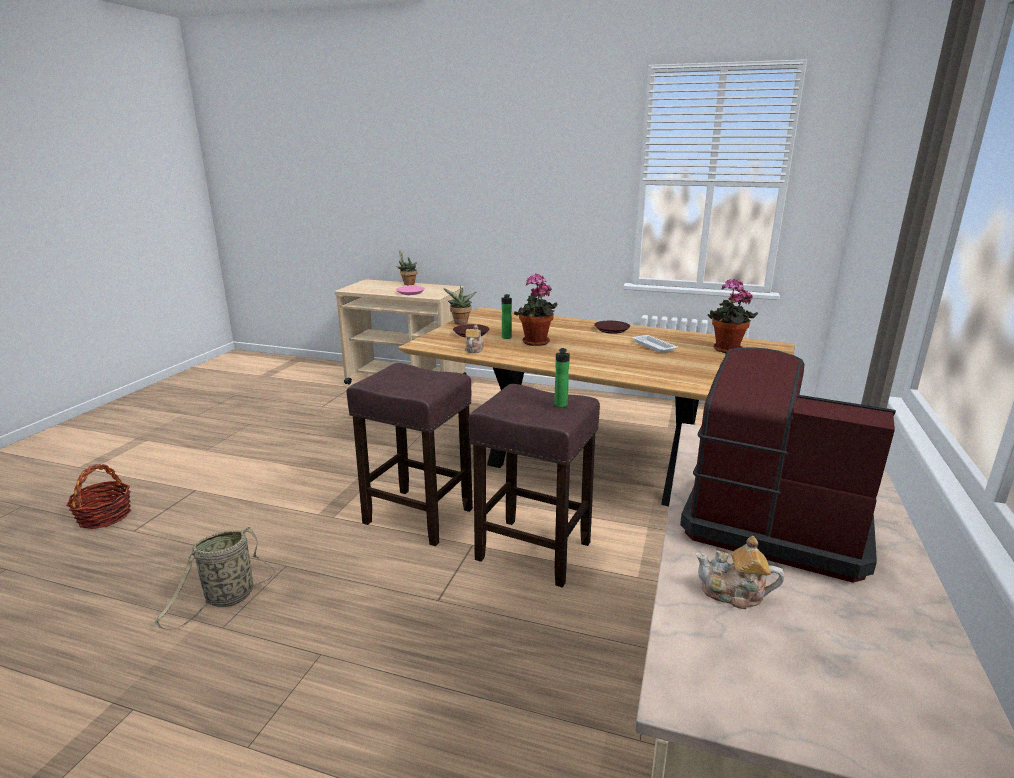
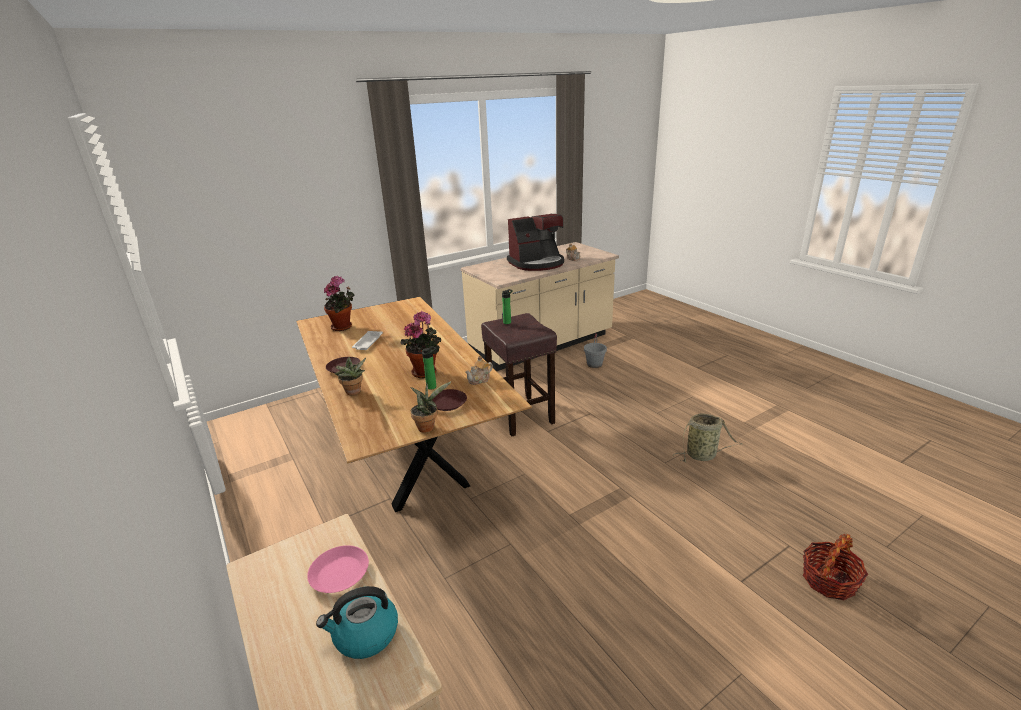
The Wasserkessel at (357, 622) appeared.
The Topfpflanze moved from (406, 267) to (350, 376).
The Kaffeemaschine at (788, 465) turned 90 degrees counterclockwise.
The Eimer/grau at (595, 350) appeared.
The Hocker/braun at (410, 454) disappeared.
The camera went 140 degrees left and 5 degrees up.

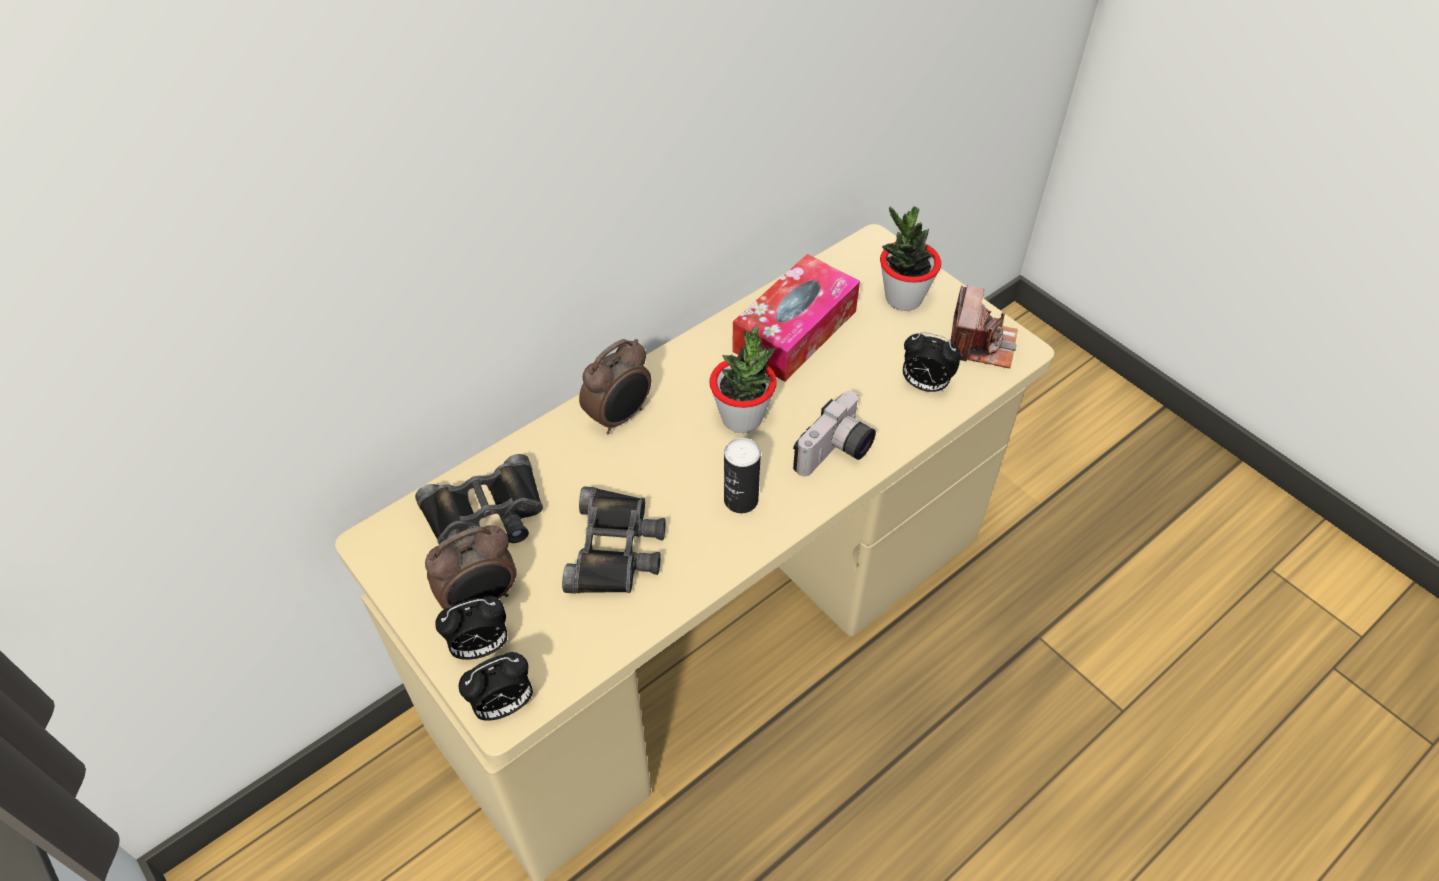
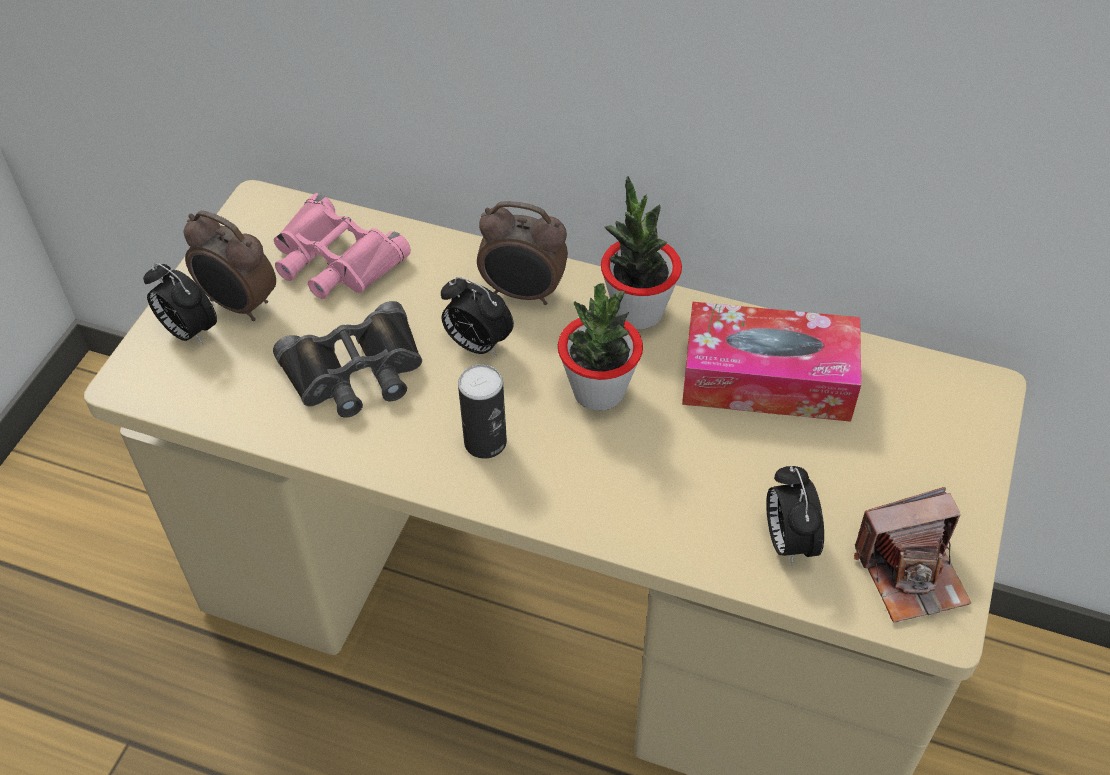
The Fernglas/schwarz at (479, 500) became the Fernglas/rosa at (342, 246).
The Wecker moved from (496, 686) to (477, 316).
The Topfpflanze moved from (910, 258) to (641, 252).
The Kamera at (834, 433) disappeared.
The camera went 60 degrees right and 0 degrees up.

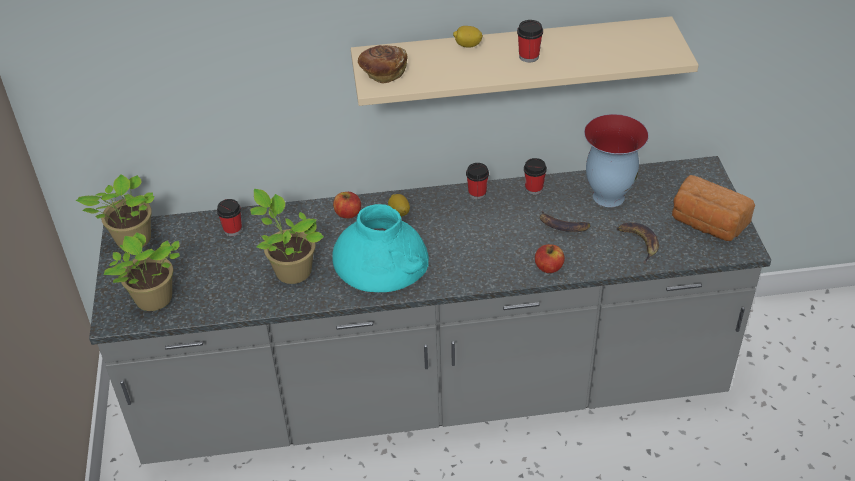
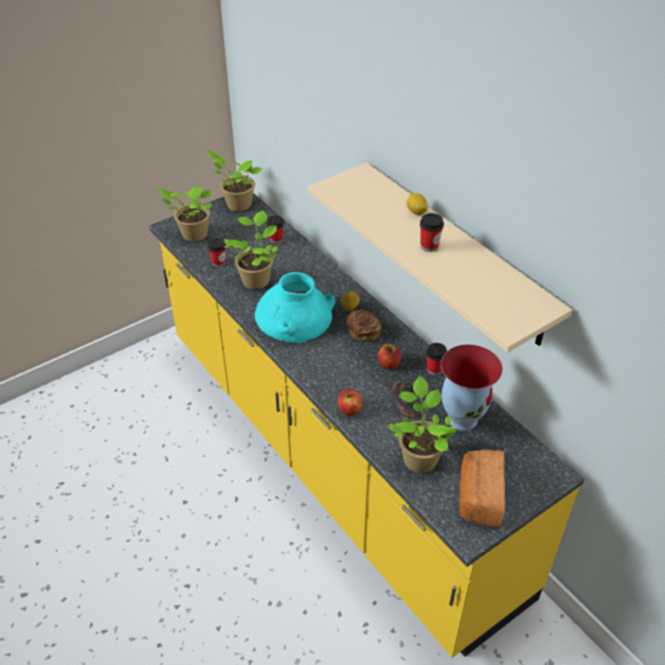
The Küchenzeile/grau at (430, 310) became the Küchenzeile/gelb at (366, 425).
The Tasse moved from (477, 181) to (217, 252).
The Brot moved from (383, 64) to (363, 326).
The Apfel moved from (347, 205) to (389, 356).
The Banane at (637, 243) was replaced by the Topfpflanze at (422, 424).
The camera went 60 degrees right and 0 degrees up.

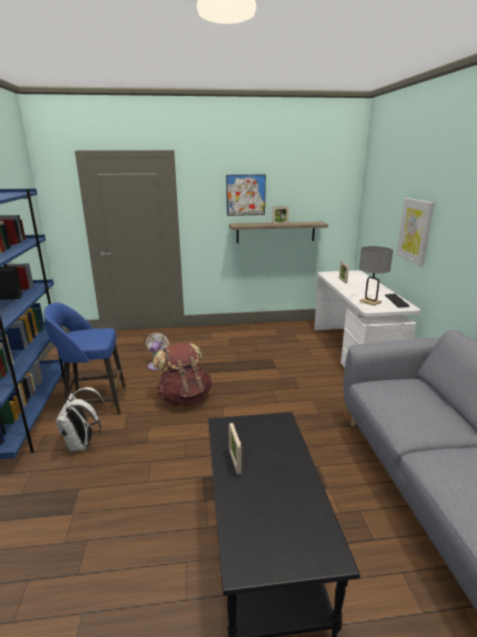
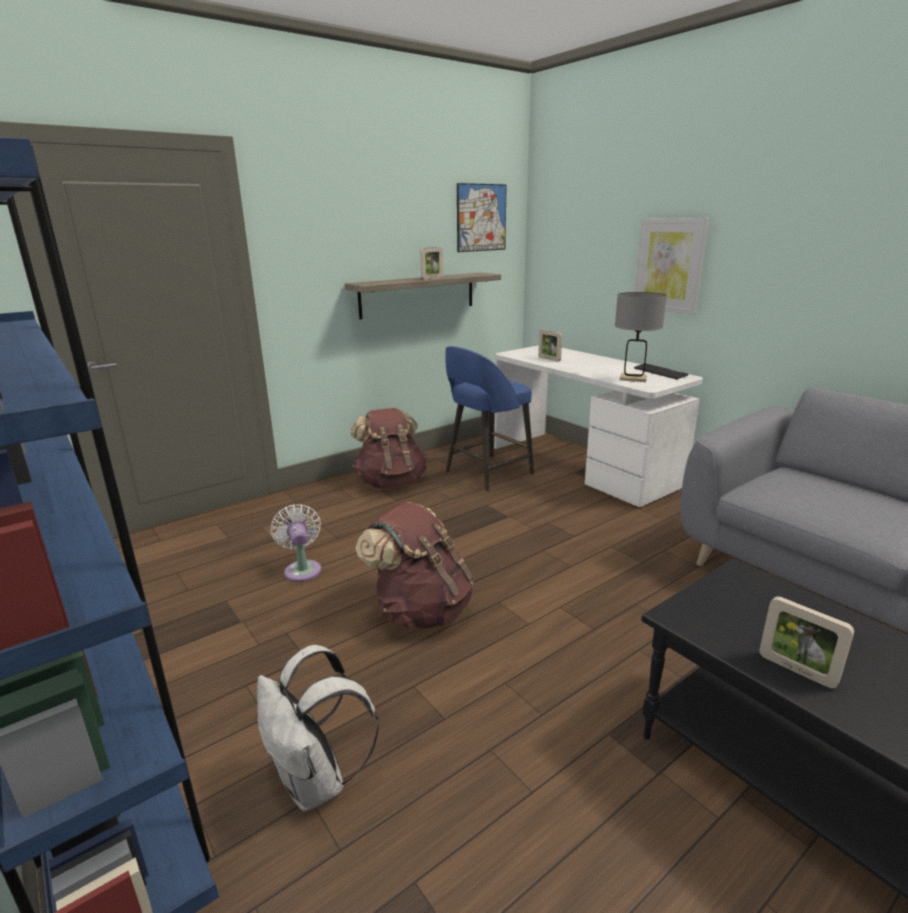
The Rucksack/braun at (389, 448) appeared.
The Hocker/blau moved from (85, 358) to (489, 418).
The Bild moved from (246, 195) to (482, 217).
The camera went 30 degrees left and 0 degrees up.

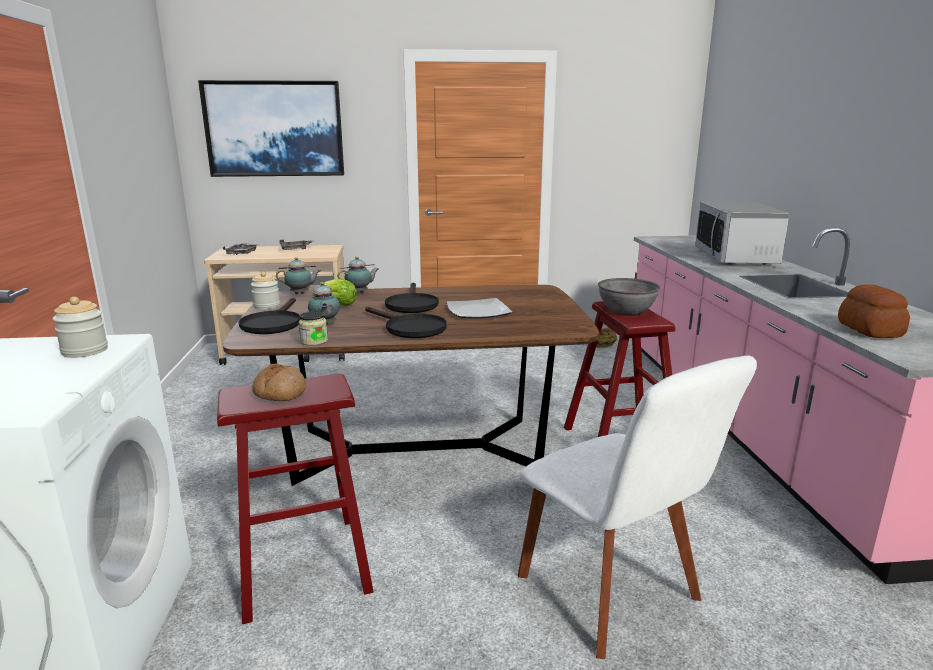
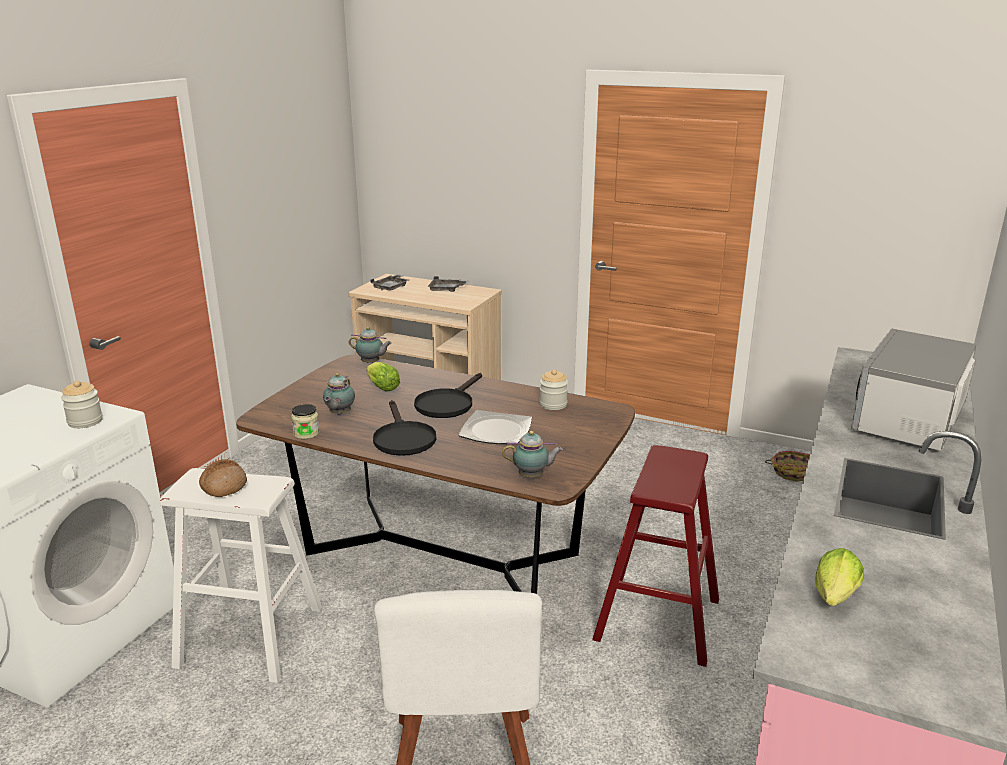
The Hocker/rot at (295, 499) became the Hocker/weiß at (241, 575).
The Teekanne moved from (358, 274) to (532, 454).
The Vorratsglas moved from (265, 290) to (553, 389).
The Brot at (874, 311) was replaced by the Salatkopf at (839, 577).
The Bild at (271, 128) disappeared.
The Pfanne/schwarz at (269, 316) disappeared.
The Schüssel/grau at (629, 297) disappeared.
The camera went 30 degrees right and 5 degrees up.

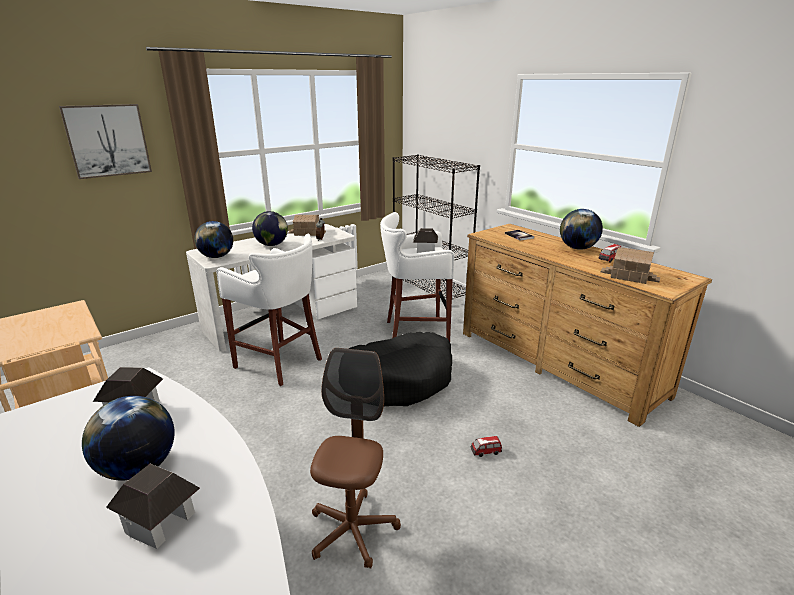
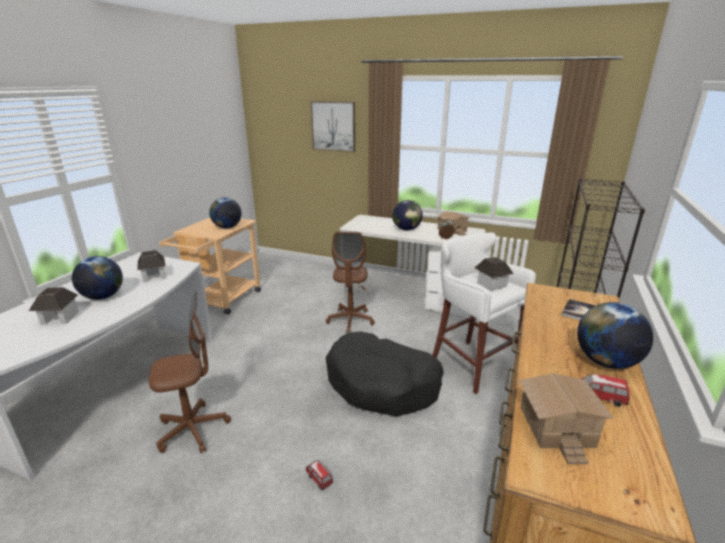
The Globus moved from (213, 239) to (225, 213).
The Hocker/weiß at (269, 310) was replaced by the Bürostuhl/braun at (350, 282).
The camera went 60 degrees right and 0 degrees up.

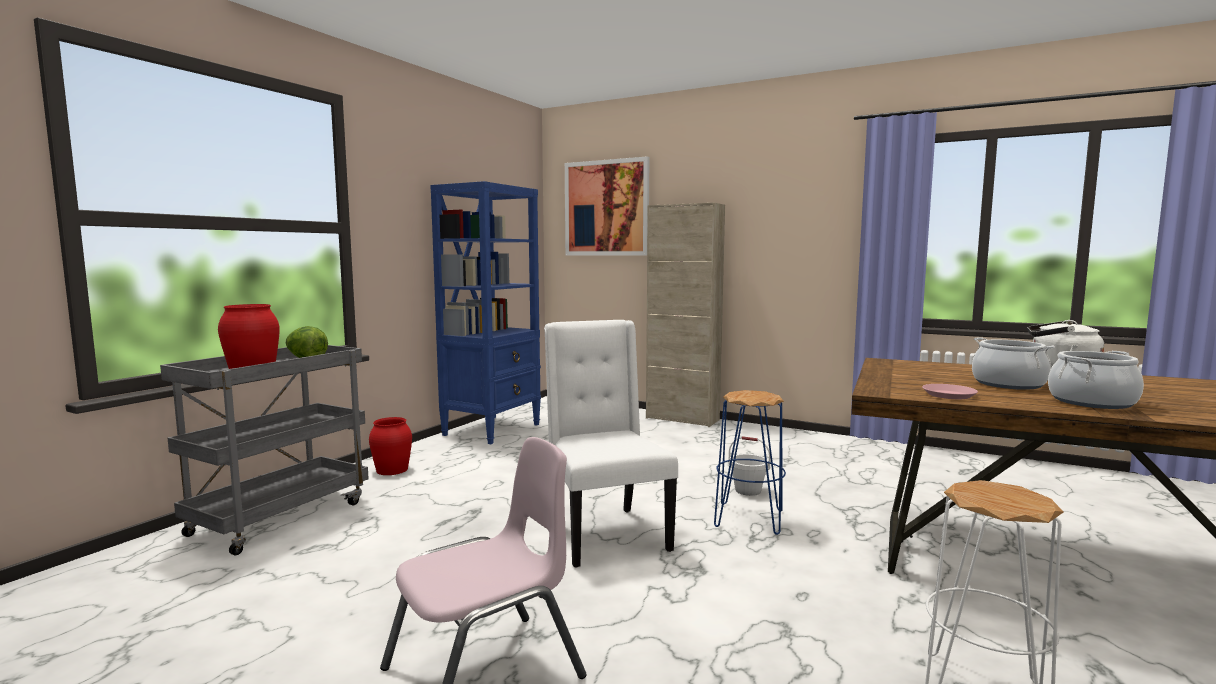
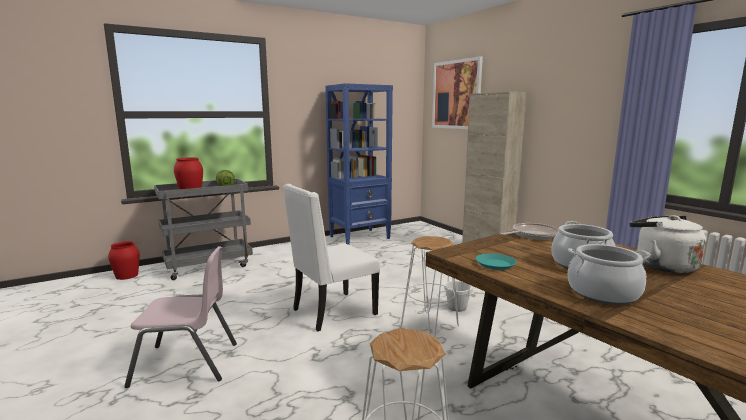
The Vase/rot moved from (390, 446) to (124, 260).
The Stuhl/weiß at (611, 444) turned 135 degrees counterclockwise.
The Hocker/blau at (750, 462) became the Hocker/weiß at (430, 286).
The Teller/rosa at (950, 391) became the Teller/türkis at (496, 261).
The Pfanne at (530, 231) appeared.
The camera went 30 degrees right and 5 degrees up.

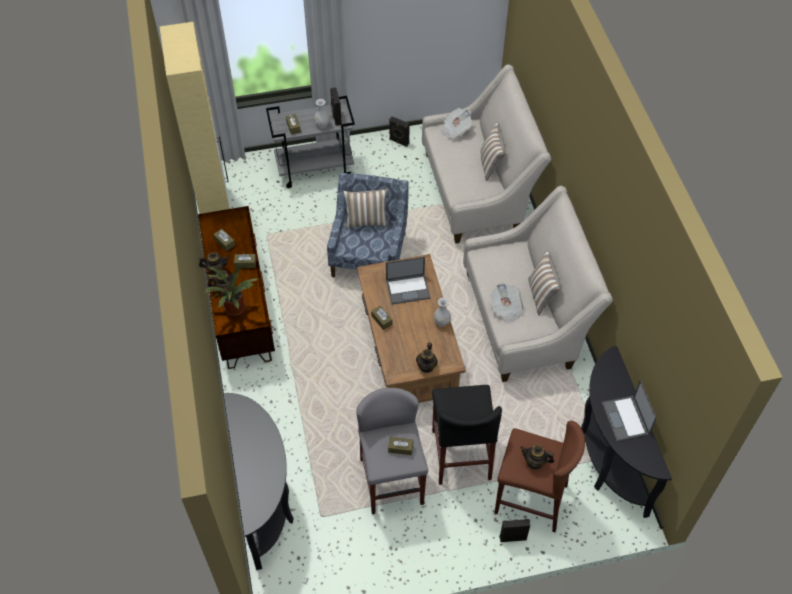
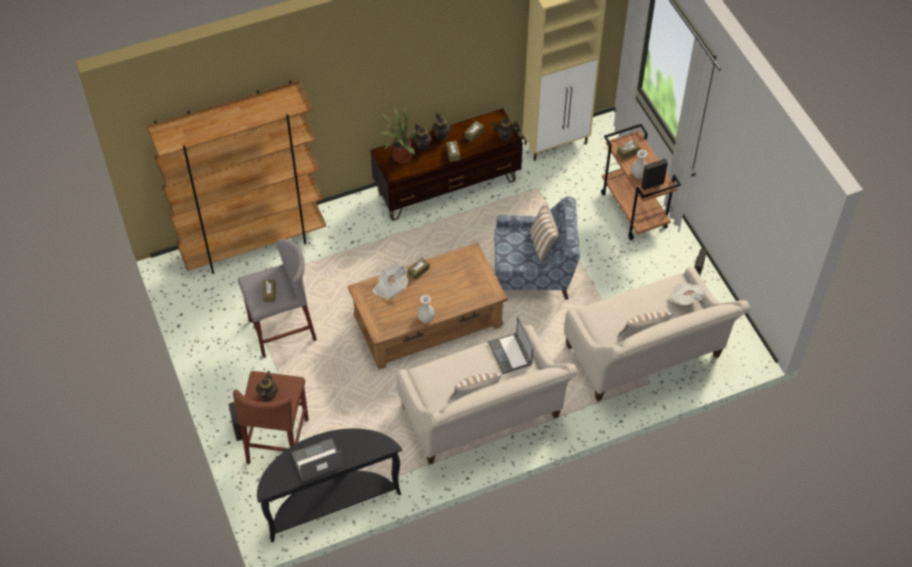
The Konsolentisch/schwarz at (259, 481) was replaced by the Bücherregal/braun at (236, 177).
The Zeitung moved from (507, 304) to (391, 282).
The Laptop moved from (408, 281) to (510, 345).
The Teekanne moved from (427, 357) to (506, 129).
The Rollwagen/grau at (310, 142) became the Rollwagen/braun at (641, 182).
The Hocker/schwarz at (467, 435) disappeared.
The camera went 80 degrees right and 0 degrees up.

